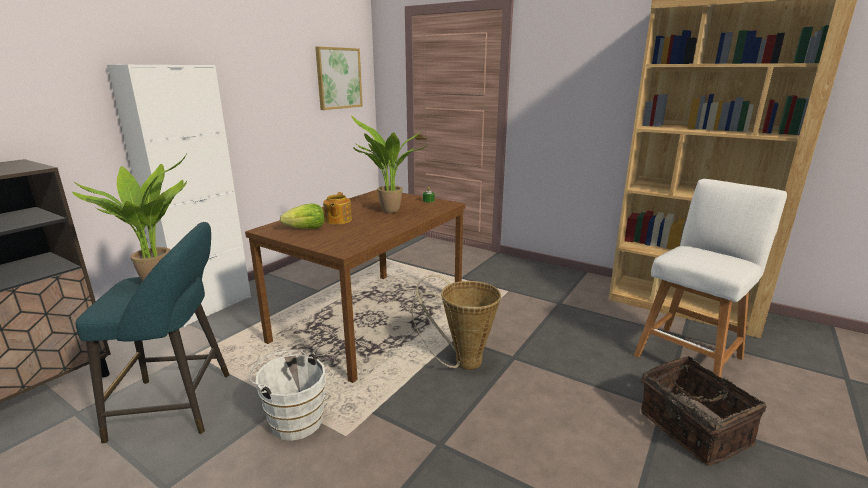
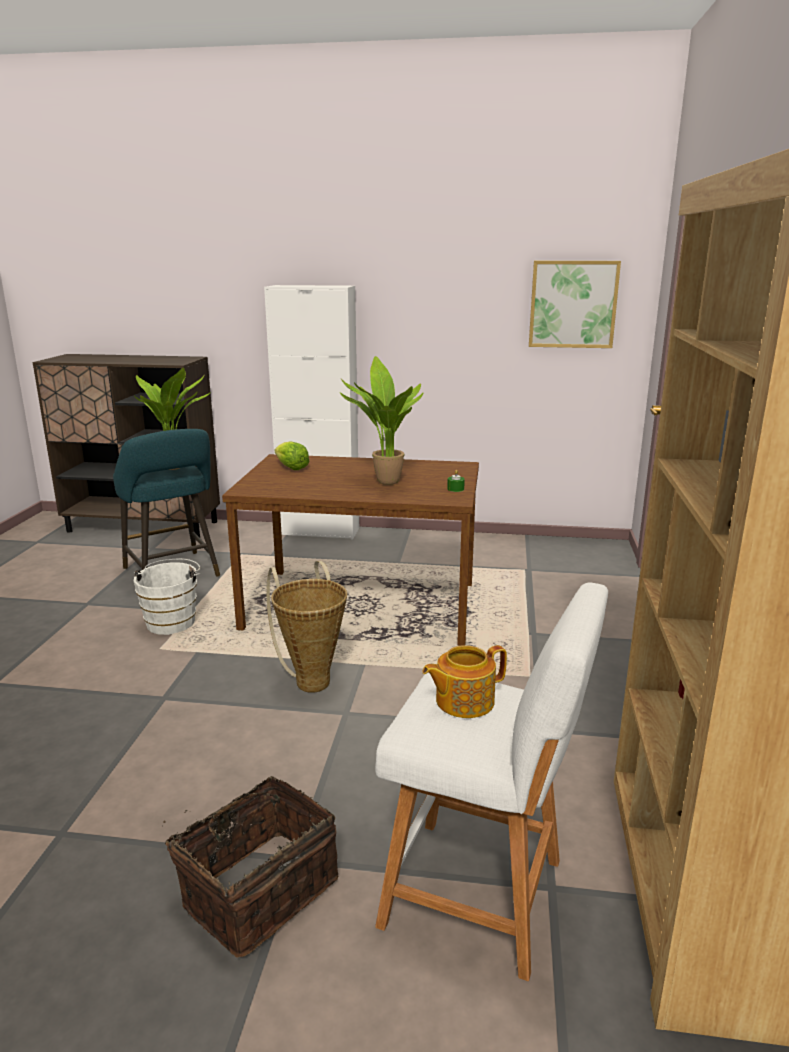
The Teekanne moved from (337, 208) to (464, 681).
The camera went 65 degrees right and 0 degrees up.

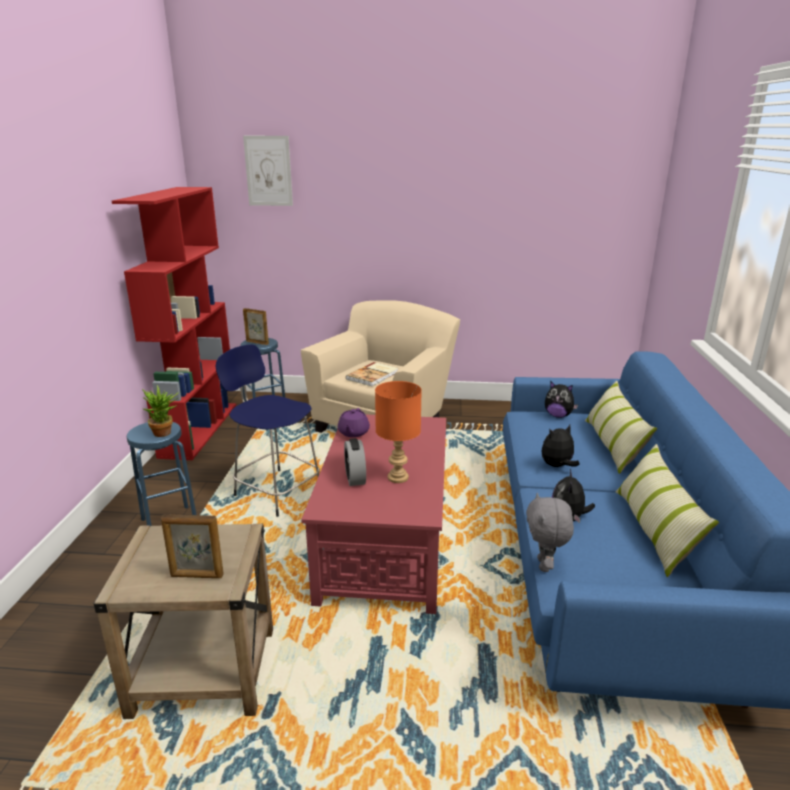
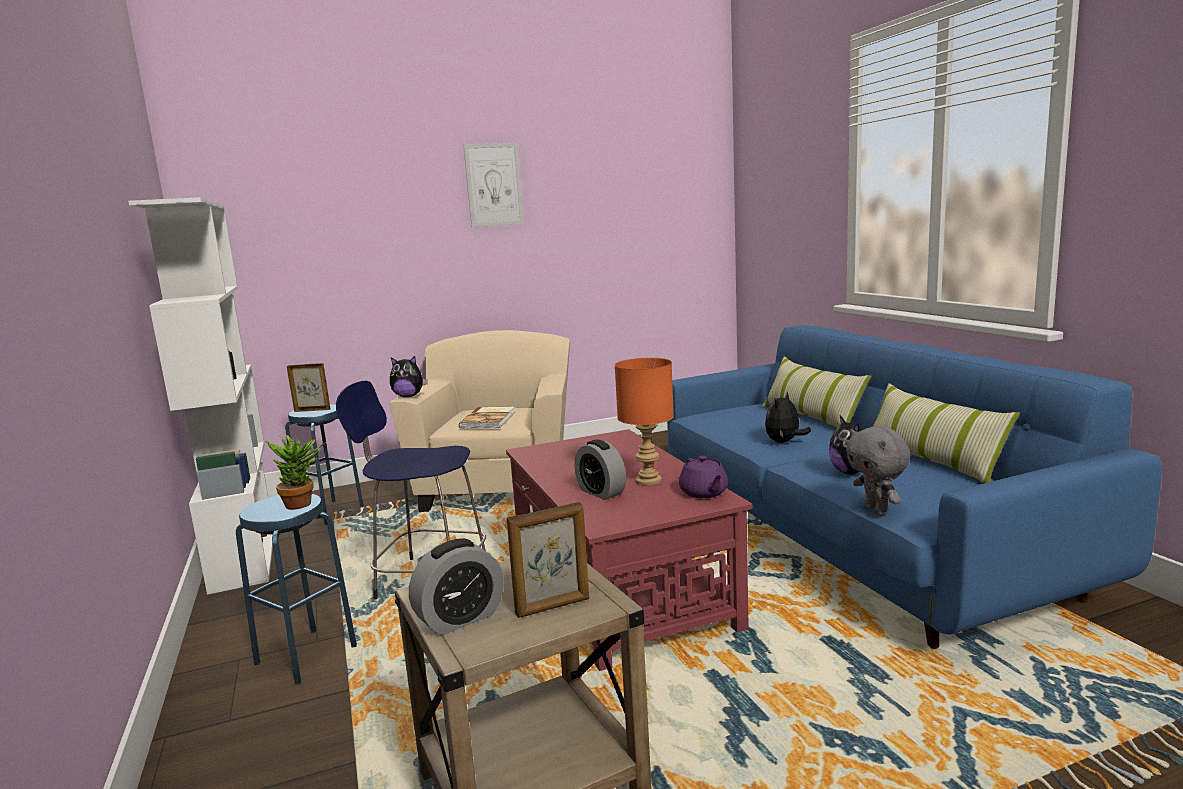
The Bücherregal/rot at (174, 323) became the Bücherregal/weiß at (200, 396).
The Plüschtier moved from (561, 400) to (409, 376).
The Wecker at (456, 587) appeared.
The Bild moved from (268, 171) to (493, 185).
The Teekanne/lila moved from (354, 422) to (703, 477).
The camera went 25 degrees left and 10 degrees down.

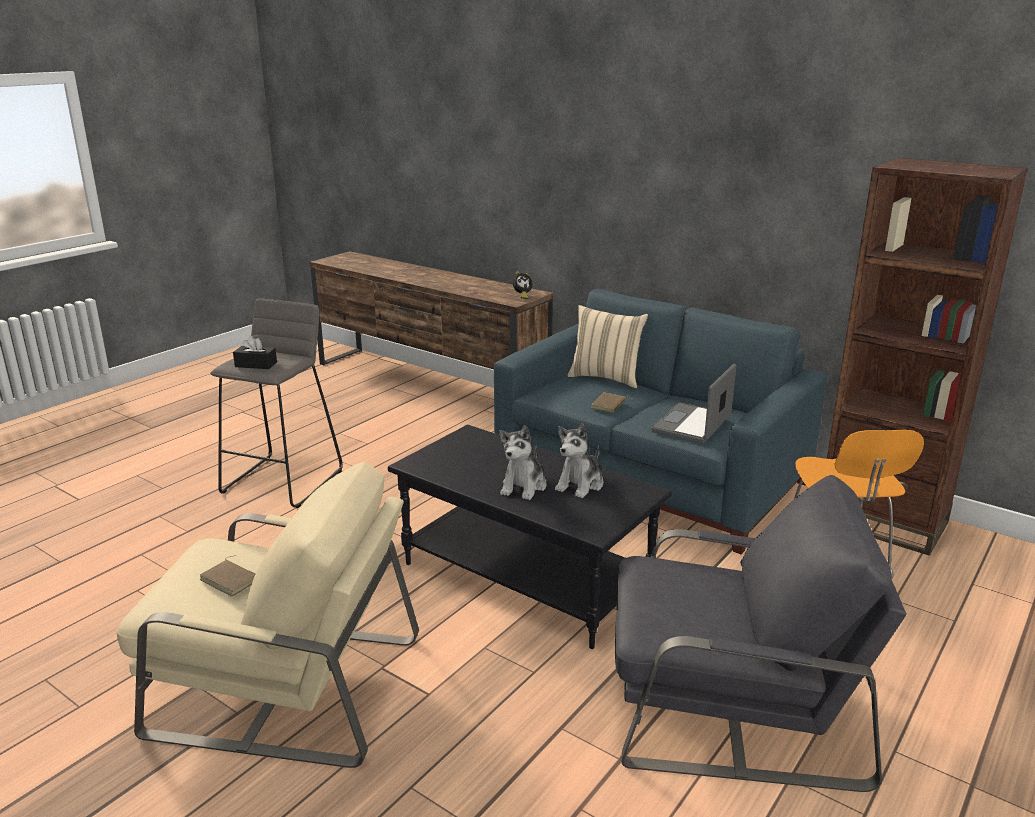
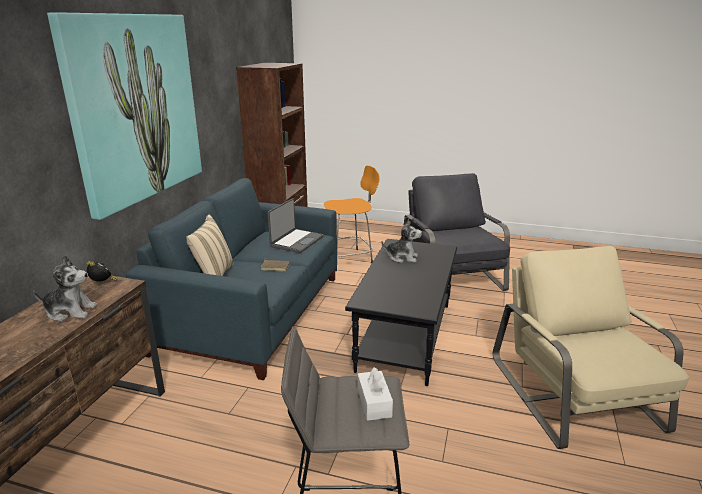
The Plüschtier moved from (523, 462) to (65, 288).
The Bild at (124, 116) appeared.
The Laptop at (694, 404) turned 75 degrees counterclockwise.
The Taschentuchbox/schwarz at (255, 352) became the Taschentuchbox/weiß at (375, 394).
The Buch/braun at (227, 576) disappeared.
The camera went 110 degrees left and 0 degrees up.

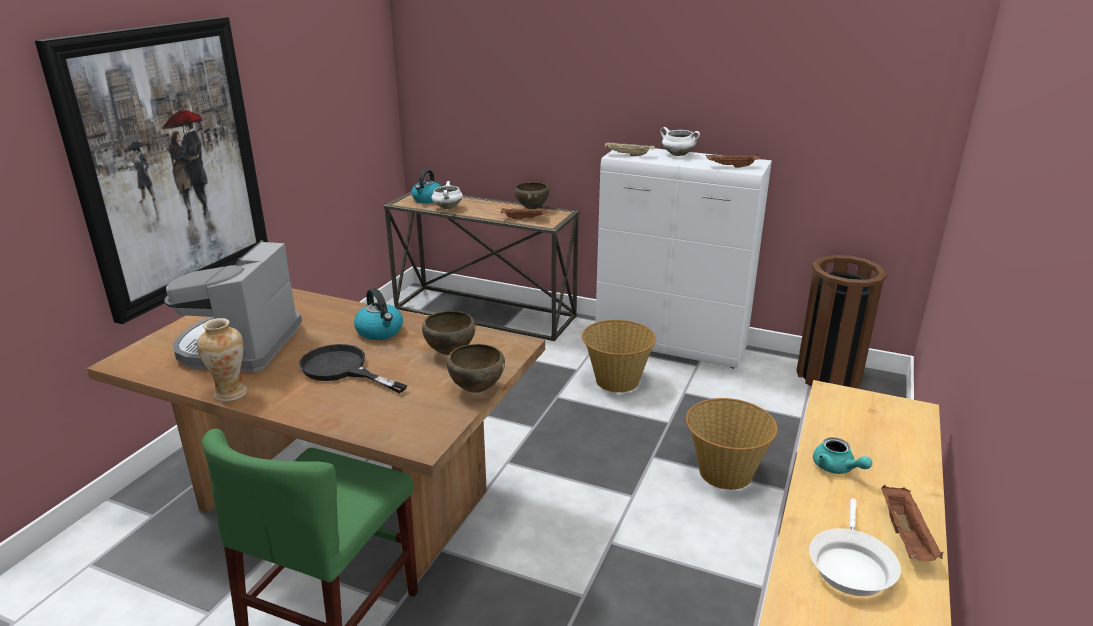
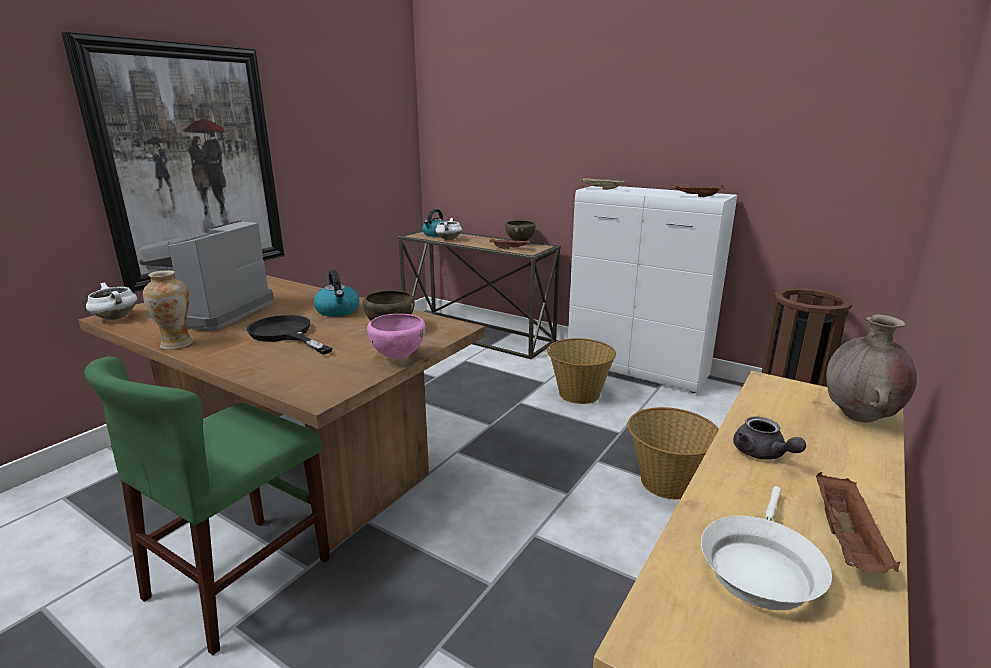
The Kochtopf/weiß moved from (680, 141) to (112, 301).
The Schüssel/braun at (476, 368) became the Schüssel/rosa at (396, 337).
The Teekanne/türkis at (842, 455) became the Teekanne/grau at (769, 438).
The Vase/braun at (871, 368) appeared.
The camera went 10 degrees right and 5 degrees down.

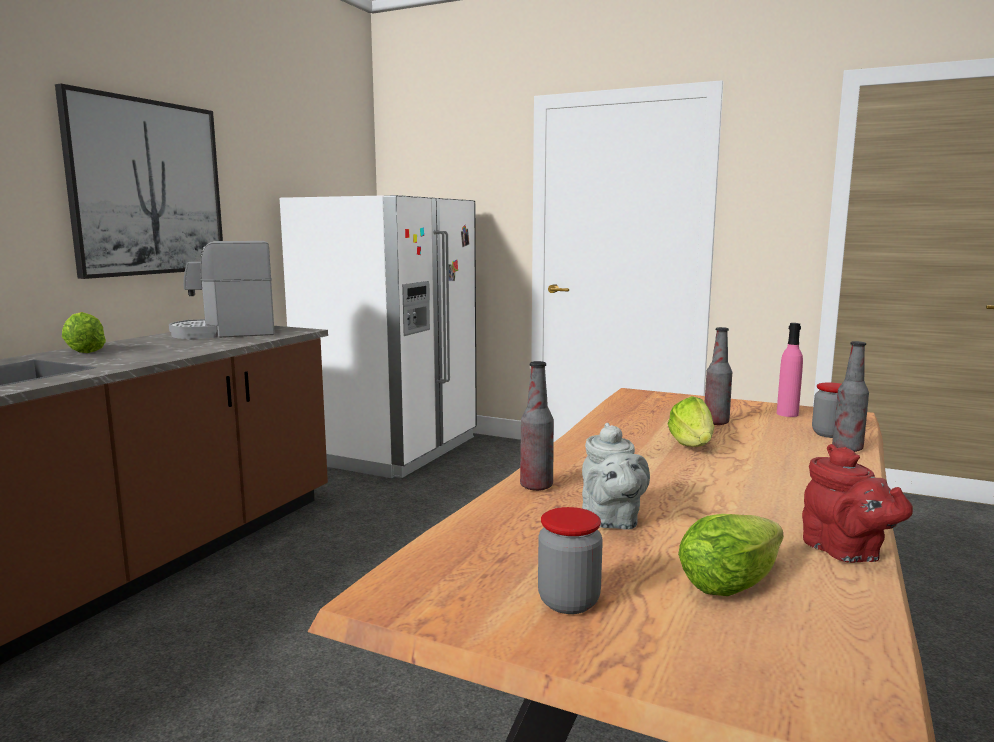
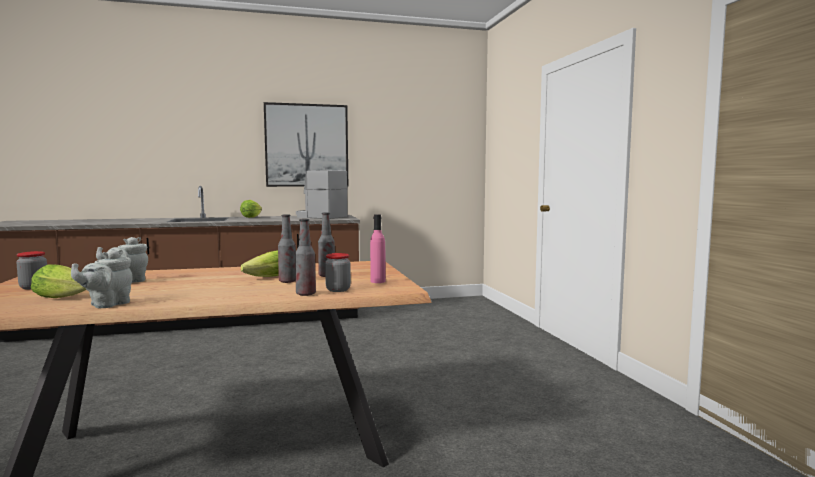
The Teekanne/rot at (857, 503) became the Teekanne/grau at (102, 279).
The Flasche moved from (537, 426) to (287, 248).
The Kühlschrank/weiß at (378, 336) disappeared.
The camera went 50 degrees right and 5 degrees down.

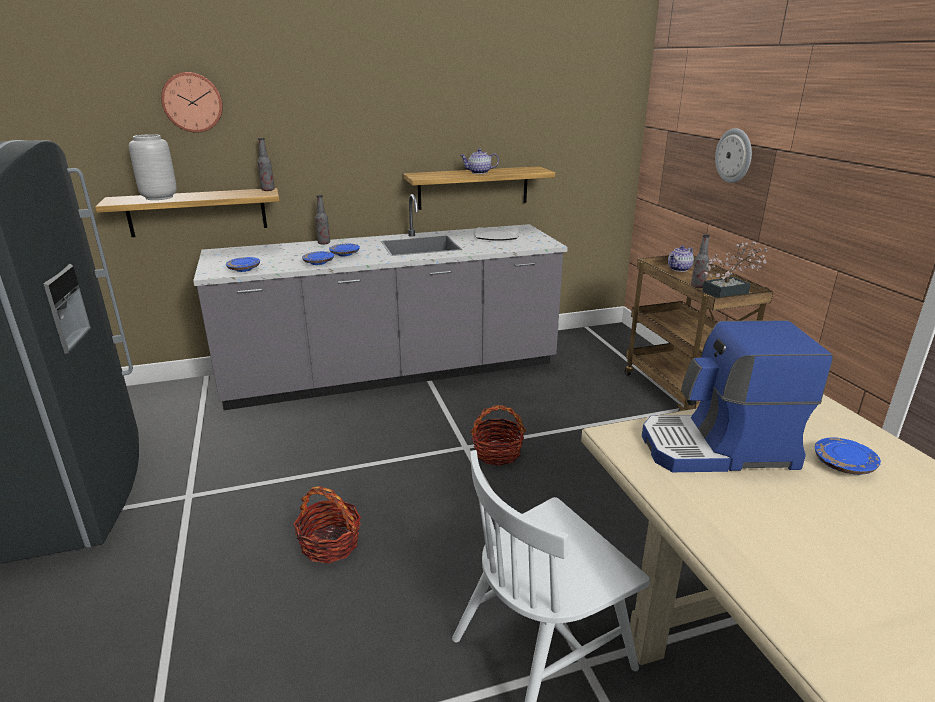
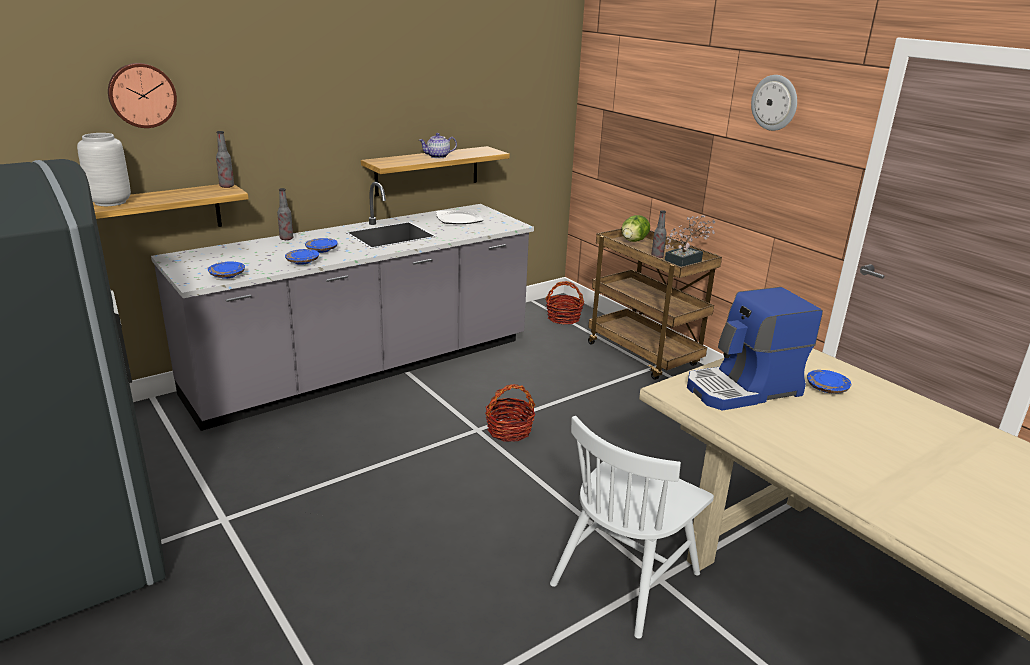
The Korb moved from (327, 525) to (564, 303).
The Teekanne at (681, 259) was replaced by the Salatkopf at (635, 228).
The Wanduhr moved from (733, 155) to (774, 103).
The camera went 20 degrees left and 0 degrees up.

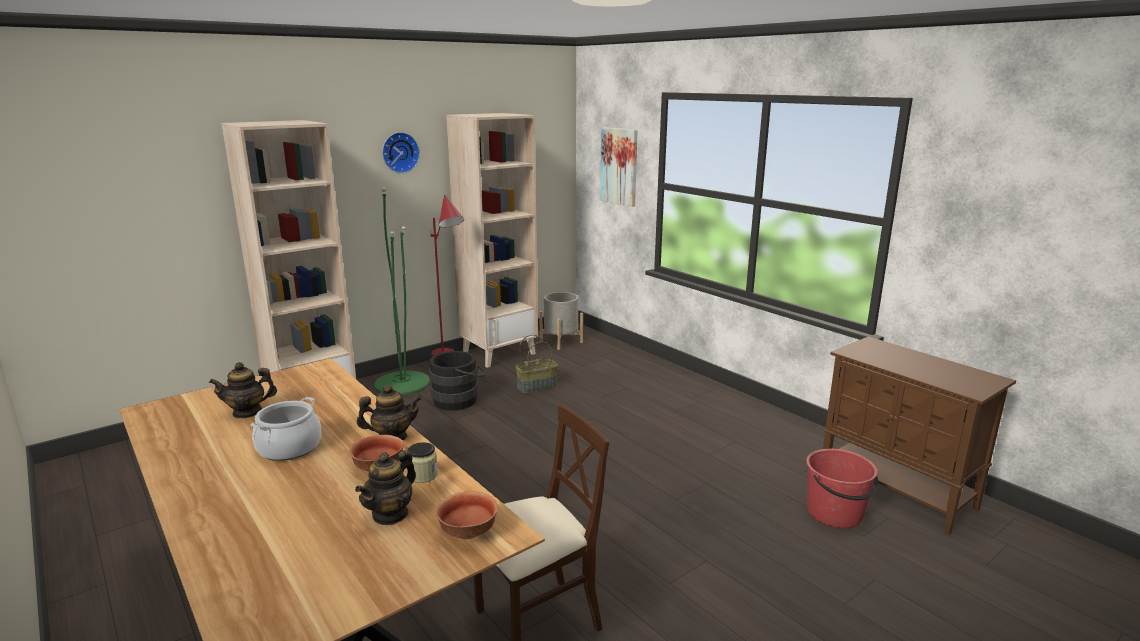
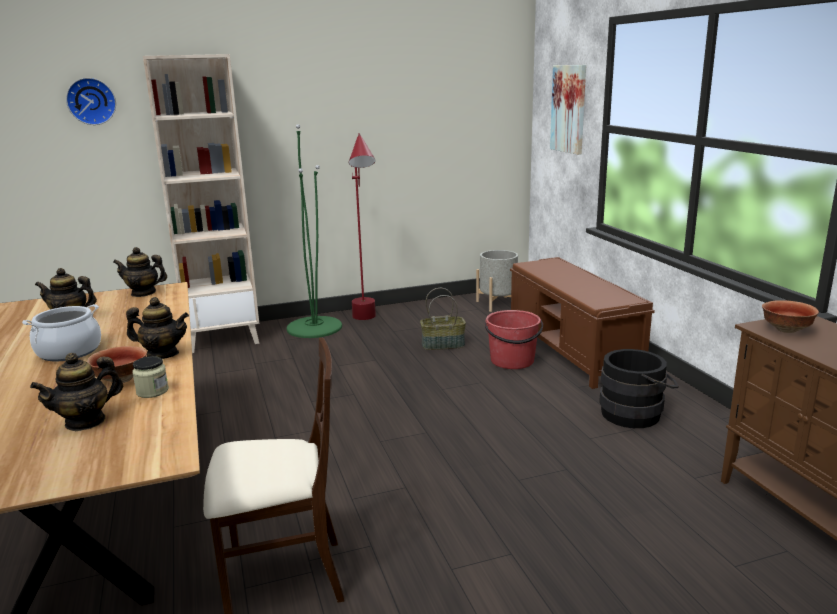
The Wanduhr moved from (401, 153) to (91, 101).
The Teekanne at (140, 272) appeared.
The Eimer/rot moved from (842, 488) to (514, 339).
The Bank/braun at (582, 323) appeared.
The Eimer/schwarz moved from (457, 380) to (639, 388).
The Schüssel moved from (467, 515) to (790, 316).
The Bücherregal/beige at (492, 240) disappeared.
The camera went 20 degrees right and 0 degrees up.

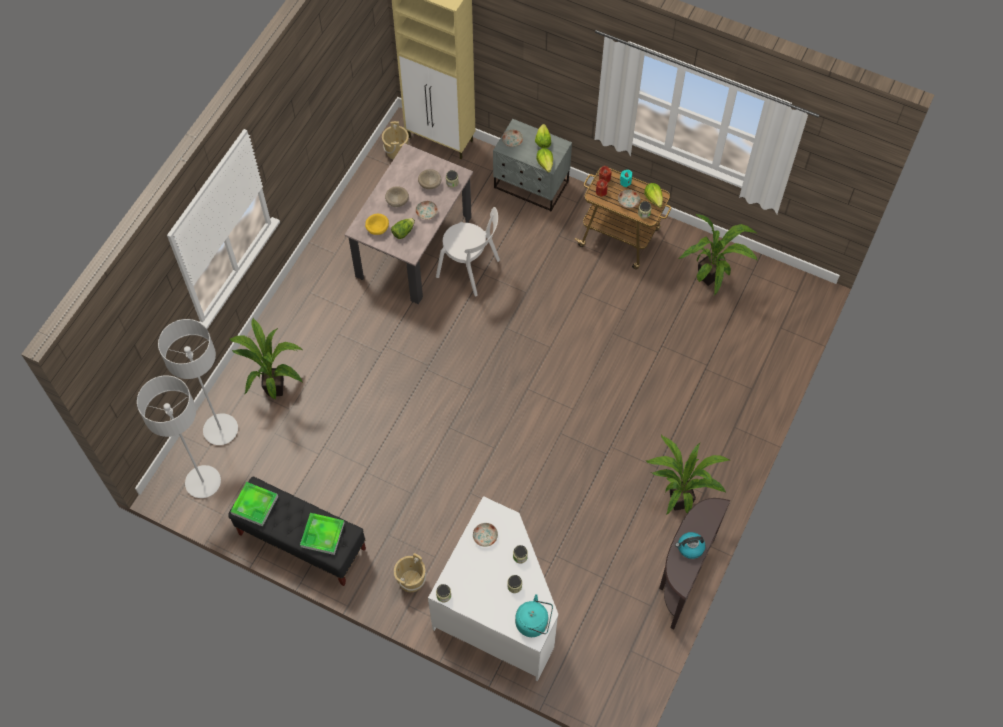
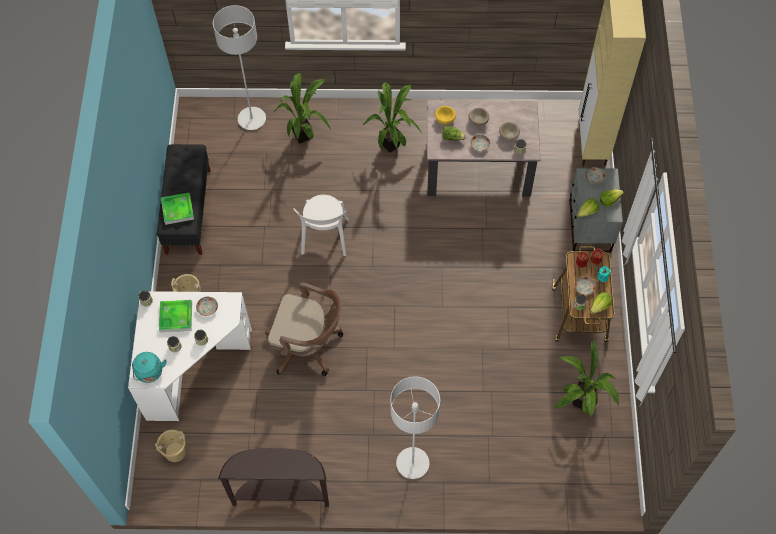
The Eimer/beige moved from (395, 140) to (170, 446).
The Tablett moved from (254, 504) to (175, 316).
The Bürostuhl/braun at (304, 329) appeared.
The Stuhl/weiß moved from (468, 251) to (321, 225).
The Topfpflanze moved from (687, 475) to (392, 117).
The Stehlampe/grau moved from (179, 436) to (415, 427).
The Wasserkessel at (690, 545) disappeared.
The camera went 65 degrees right and 0 degrees up.

